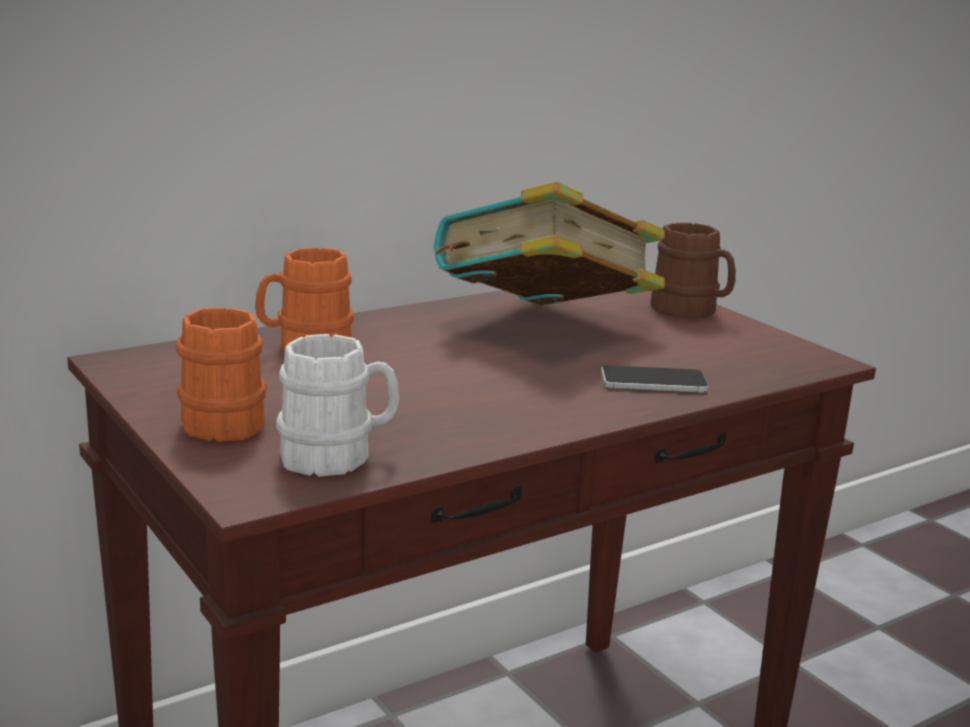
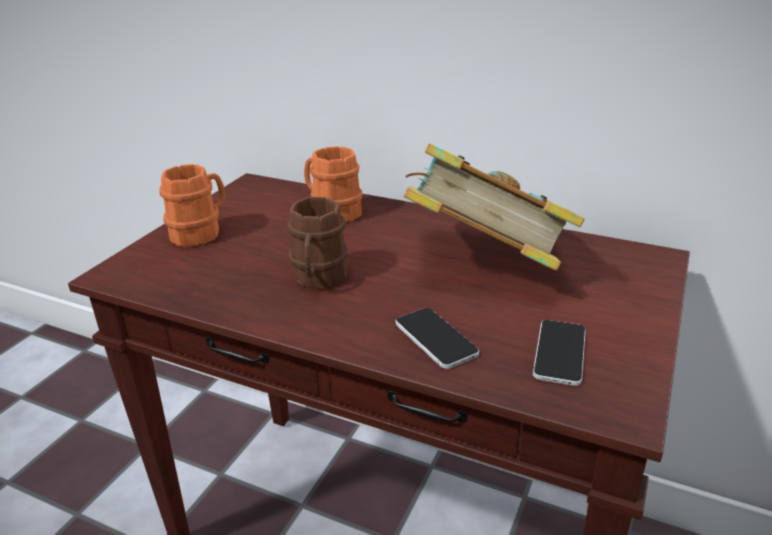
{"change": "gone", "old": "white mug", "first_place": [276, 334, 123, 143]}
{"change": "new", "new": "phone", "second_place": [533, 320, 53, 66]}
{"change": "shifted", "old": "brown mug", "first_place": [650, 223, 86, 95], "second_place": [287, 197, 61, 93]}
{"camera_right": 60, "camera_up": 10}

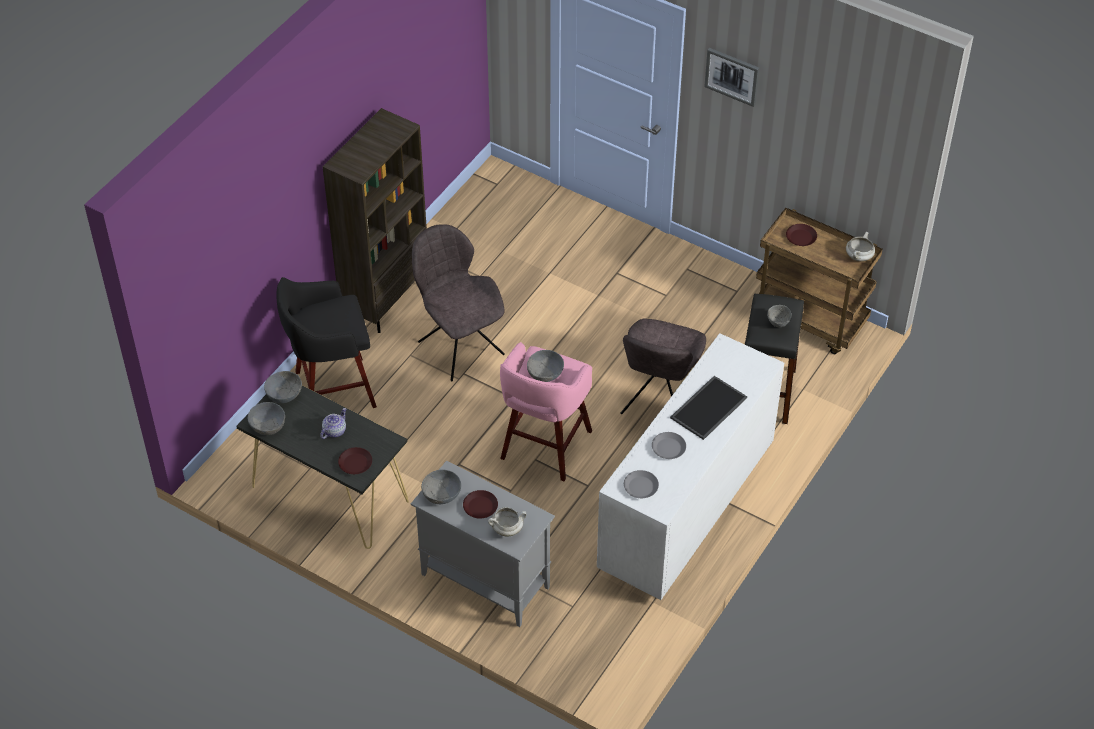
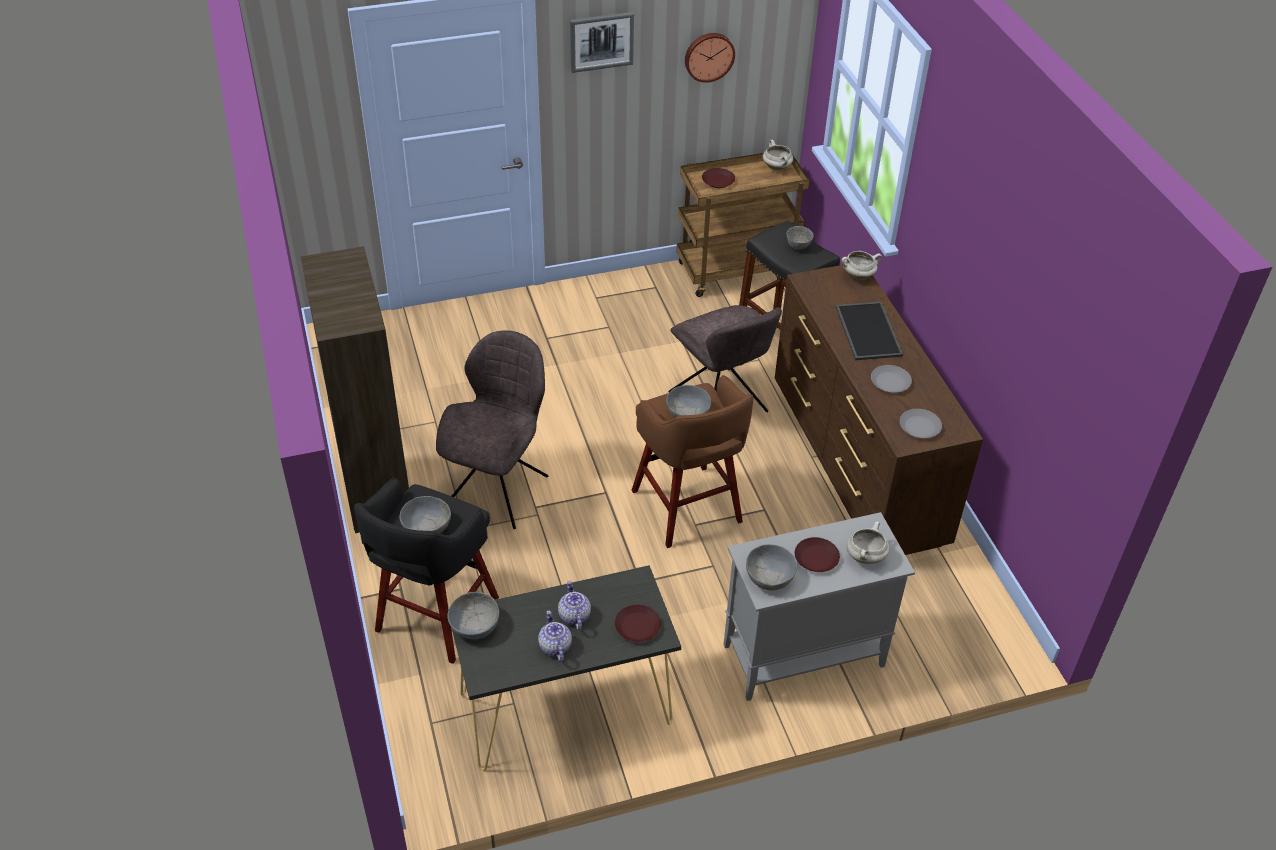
{"change": "new", "new": "teapot", "second_place": [538, 611, 34, 50]}
{"change": "new", "new": "wall clock", "second_place": [685, 33, 50, 50]}
{"change": "new", "new": "white cooking pot", "second_place": [842, 251, 40, 29]}
{"change": "shifted", "old": "grey bowl", "first_place": [248, 402, 37, 33], "second_place": [400, 496, 51, 38]}
{"change": "repainted", "old": "pink stool", "new": "brown stool", "first_place": [500, 342, 92, 139], "second_place": [632, 375, 121, 173]}
{"change": "repainted", "old": "white dresser", "new": "brown dresser", "first_place": [597, 333, 187, 267], "second_place": [775, 265, 208, 290]}
{"change": "rotated", "old": "grey chair", "first_place": [412, 224, 93, 157], "second_place": [436, 330, 113, 199], "degrees": 105}
{"camera_right": -50, "camera_up": -5}

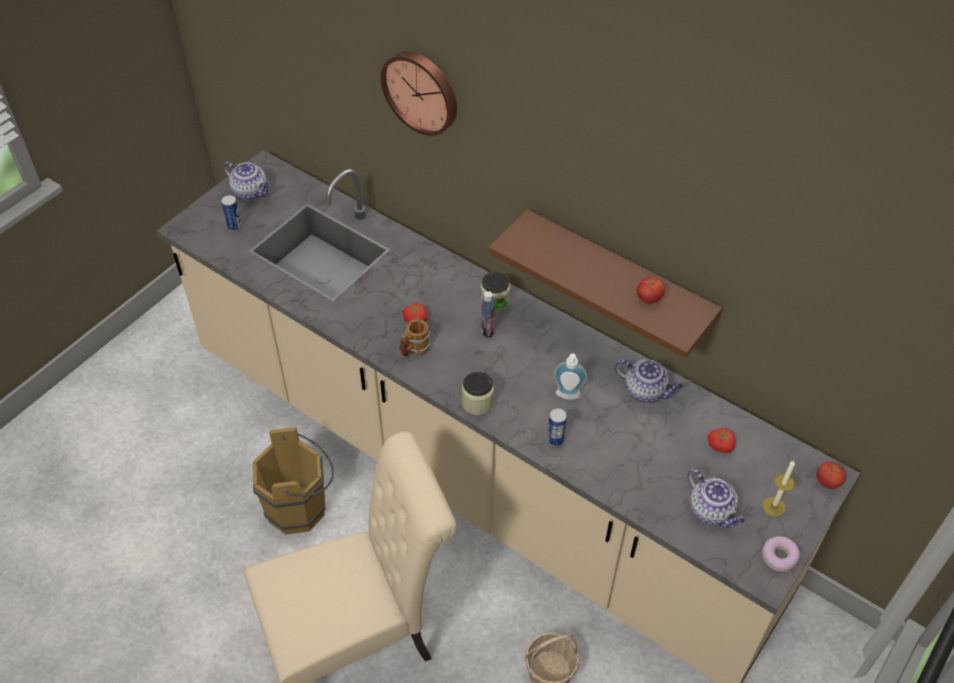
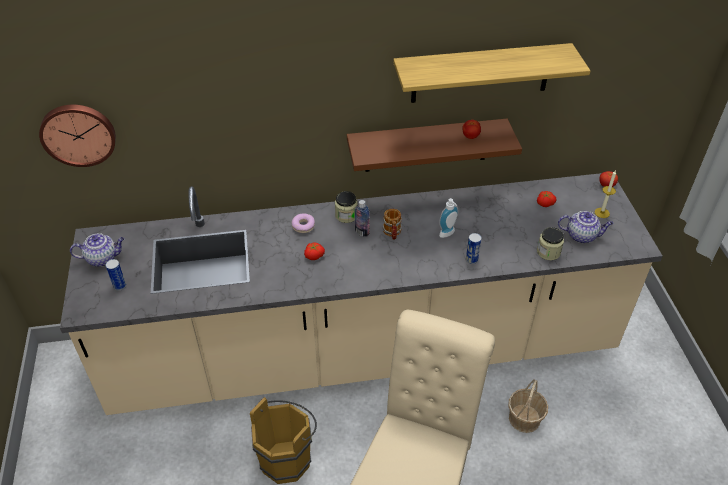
{"change": "gone", "old": "teapot", "first_place": [614, 359, 69, 44]}
{"change": "new", "new": "shelf", "second_place": [393, 43, 198, 60]}
{"change": "shifted", "old": "wall clock", "first_place": [381, 51, 76, 85], "second_place": [39, 105, 77, 62]}
{"change": "shifted", "old": "mug", "first_place": [400, 319, 31, 38], "second_place": [383, 209, 19, 31]}
{"change": "shifted", "old": "jar", "first_place": [462, 372, 32, 43], "second_place": [537, 227, 27, 33]}
{"change": "shifted", "old": "donut", "first_place": [762, 536, 38, 36], "second_place": [291, 213, 24, 20]}
{"camera_right": -45, "camera_up": -5}

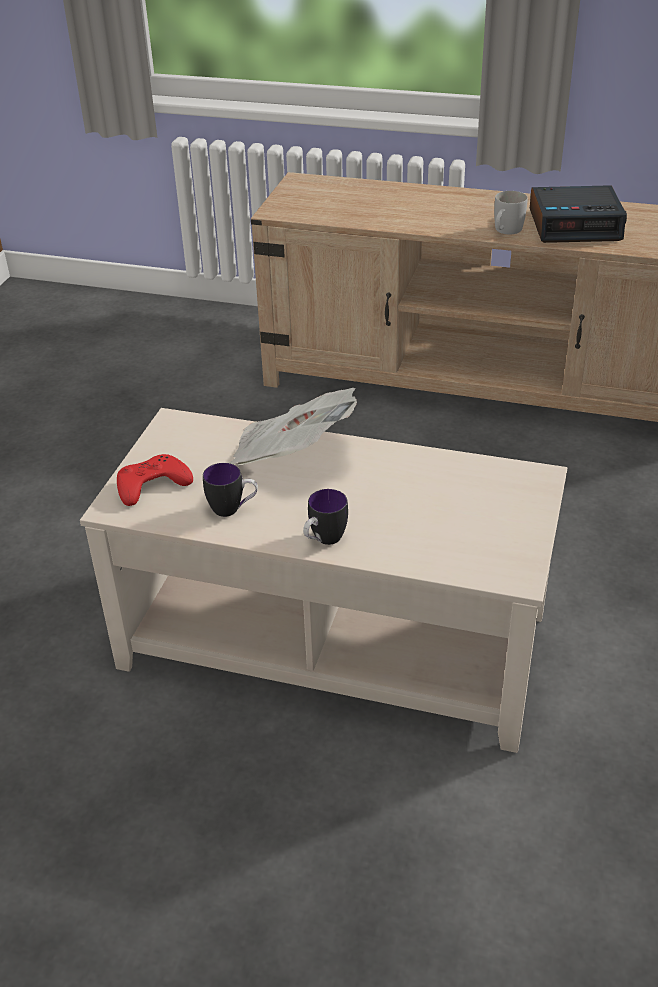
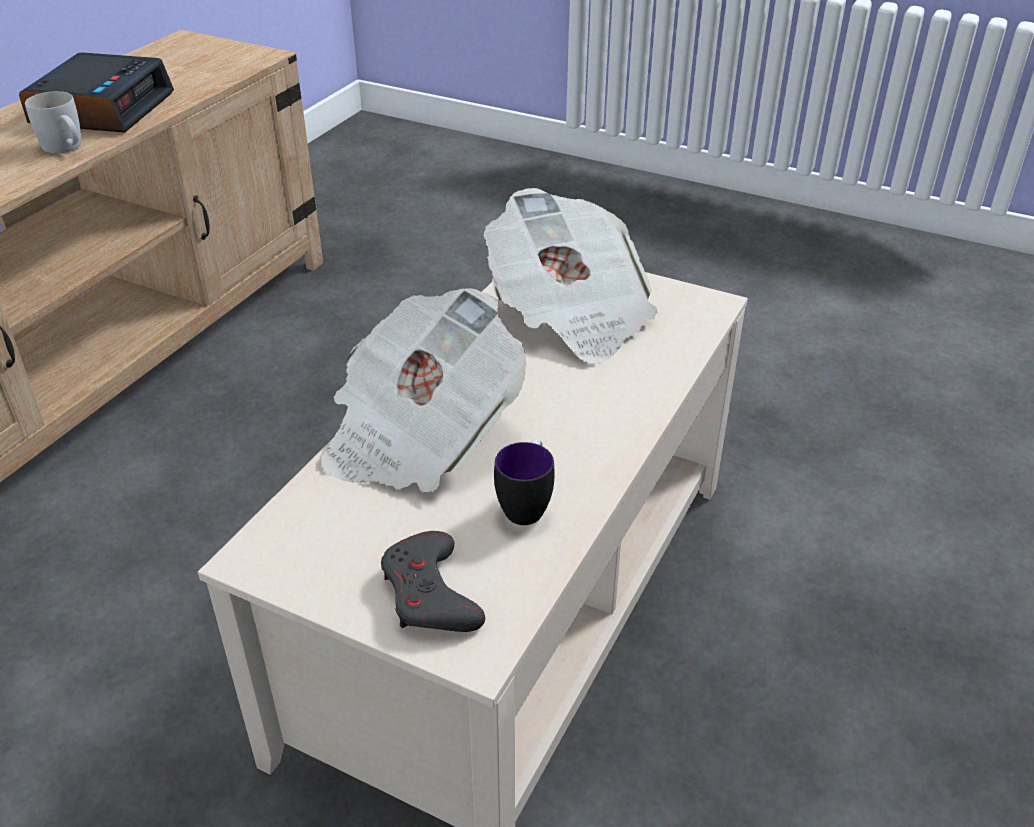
{"change": "gone", "old": "mug", "first_place": [303, 489, 45, 56]}
{"change": "new", "new": "newspaper", "second_place": [484, 188, 174, 176]}
{"change": "repainted", "old": "red game controller", "new": "grey game controller", "first_place": [117, 454, 76, 52], "second_place": [381, 531, 104, 101]}
{"camera_right": -80, "camera_up": 0}

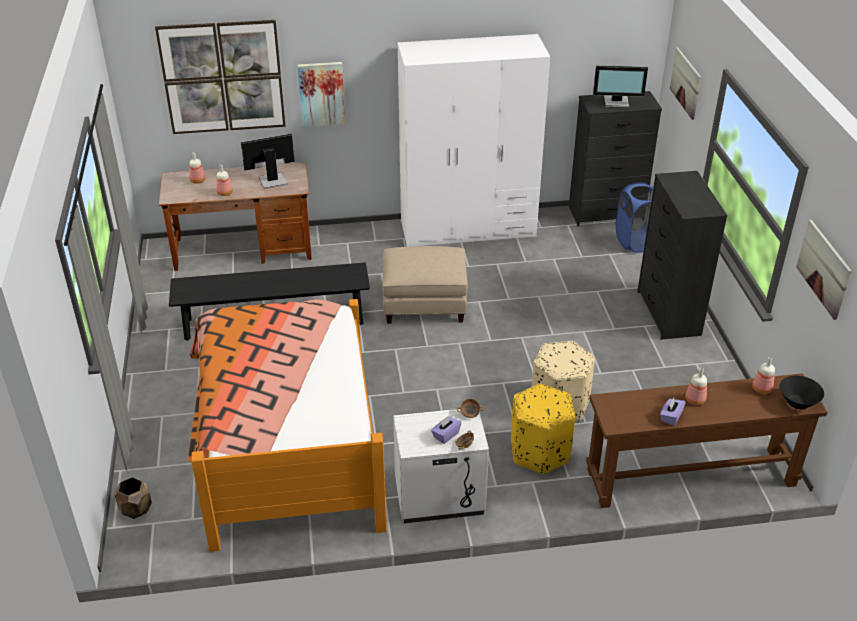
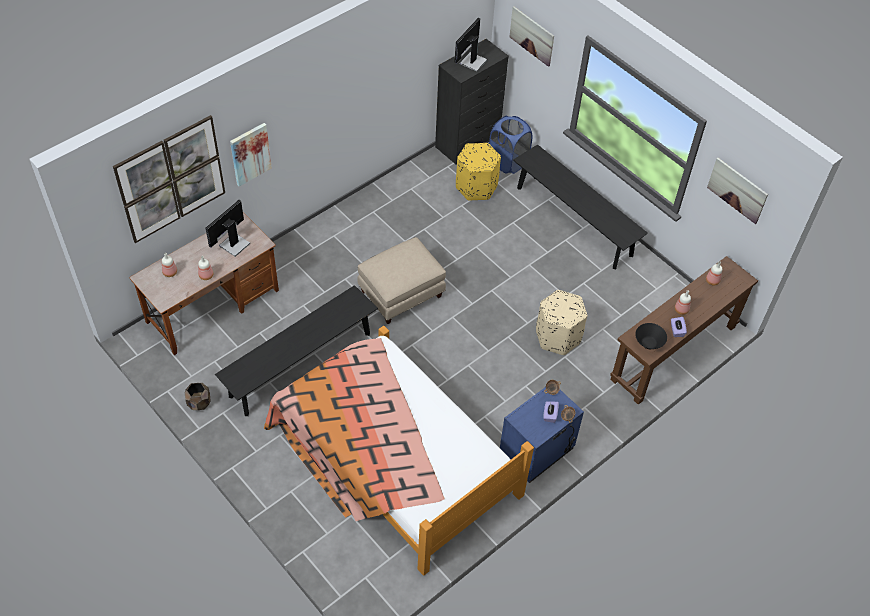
{"change": "gone", "old": "white wardrobe", "first_place": [398, 34, 152, 213]}
{"change": "shifted", "old": "brown planter", "first_place": [114, 477, 38, 42], "second_place": [185, 383, 26, 27]}
{"change": "shifted", "old": "yellow ottoman", "first_place": [511, 384, 64, 90], "second_place": [456, 143, 45, 58]}
{"change": "shifted", "old": "black bowl", "first_place": [780, 376, 44, 34], "second_place": [635, 323, 32, 26]}
{"change": "swapped", "old": "black dresser", "new": "black bench", "first_place": [637, 171, 90, 169], "second_place": [513, 145, 135, 124]}
{"change": "repainted", "old": "white nightstand", "new": "blue nightstand", "first_place": [393, 409, 96, 114], "second_place": [500, 387, 84, 96]}
{"change": "rotated", "old": "monitor", "first_place": [593, 65, 55, 43], "second_place": [455, 18, 32, 53], "degrees": 150}
{"camera_right": -35, "camera_up": 15}

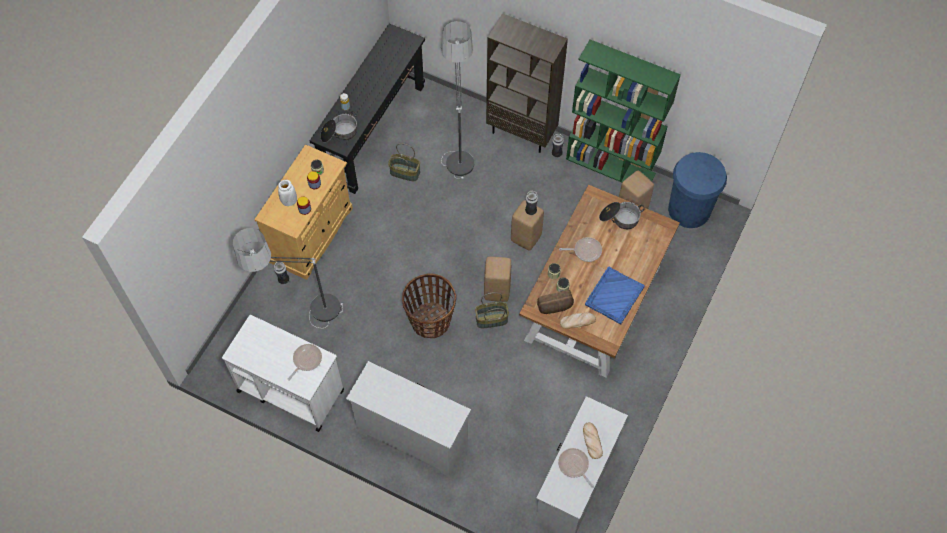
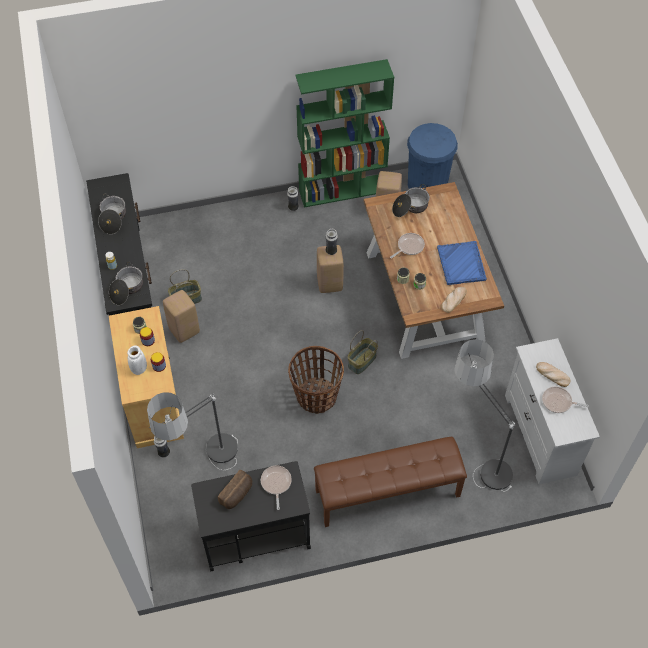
{"change": "gone", "old": "brown bookcase", "first_place": [486, 13, 82, 140]}
{"change": "new", "new": "cooking pot", "second_place": [98, 194, 28, 40]}
{"change": "shifted", "old": "floor lamp", "first_place": [441, 21, 33, 158], "second_place": [454, 339, 61, 153]}
{"change": "shifted", "old": "beige stool", "first_place": [484, 257, 27, 45], "second_place": [163, 290, 37, 53]}
{"change": "shifted", "old": "bread", "first_place": [537, 290, 37, 24], "second_place": [218, 470, 34, 39]}
{"change": "swapped", "old": "white dresser", "new": "brown bench", "first_place": [346, 361, 125, 115], "second_place": [314, 437, 153, 90]}
{"change": "repainted", "old": "white cart", "new": "black cart", "first_place": [222, 315, 122, 117], "second_place": [191, 461, 120, 111]}
{"camera_right": -40, "camera_up": -5}

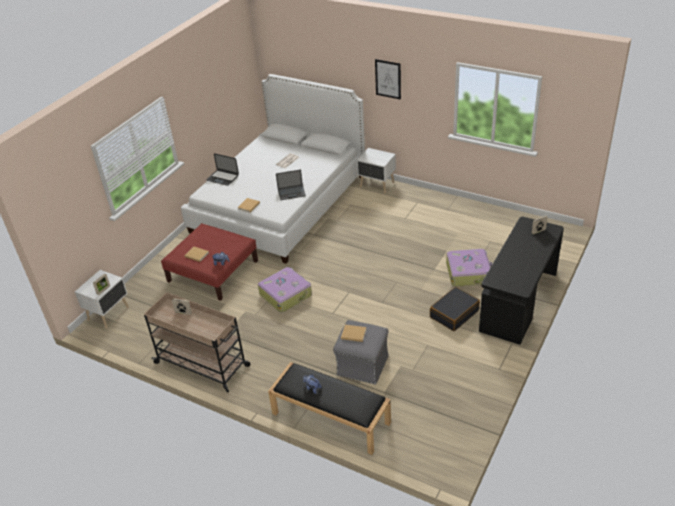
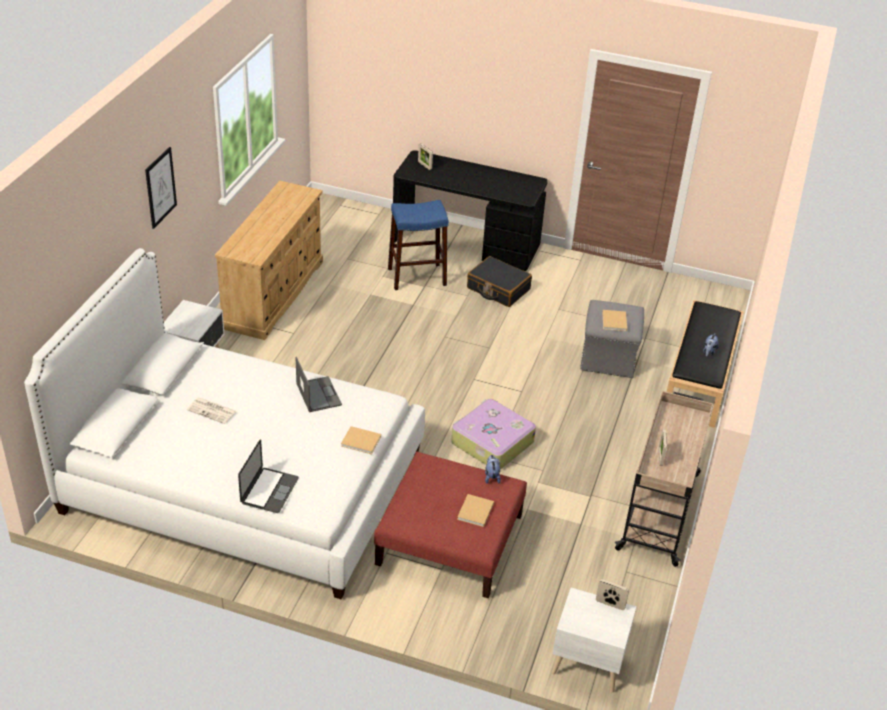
{"change": "new", "new": "beige dresser", "second_place": [215, 181, 108, 159]}
{"change": "swapped", "old": "suitcase", "new": "blue stool", "first_place": [446, 249, 46, 38], "second_place": [388, 200, 61, 90]}
{"camera_right": -105, "camera_up": 0}

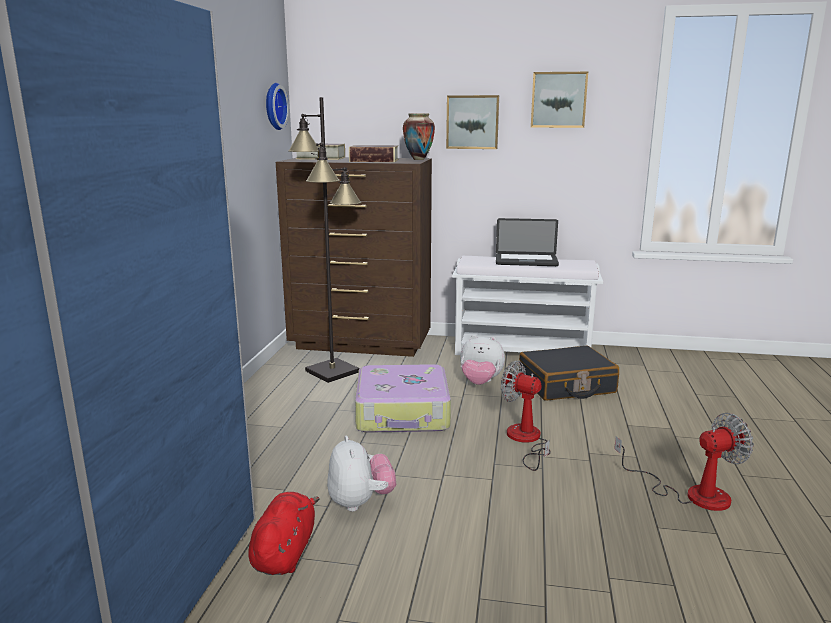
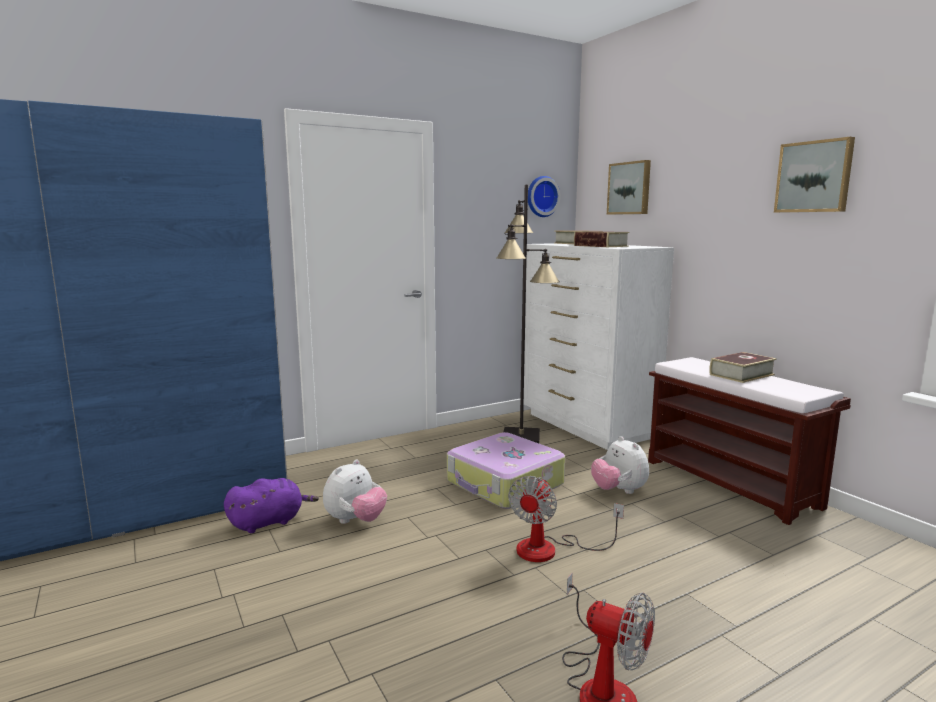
{"change": "gone", "old": "vase", "first_place": [403, 113, 32, 47]}
{"change": "gone", "old": "black suitcase", "first_place": [519, 346, 100, 55]}
{"change": "shifted", "old": "picture", "first_place": [446, 95, 53, 54], "second_place": [607, 160, 44, 55]}
{"change": "swapped", "old": "laptop", "new": "book", "first_place": [496, 218, 63, 48], "second_place": [709, 352, 68, 31]}
{"change": "repainted", "old": "red plush toy", "new": "purple plush toy", "first_place": [248, 492, 72, 83], "second_place": [224, 478, 95, 55]}
{"change": "repainted", "old": "brown dresser", "new": "white dresser", "first_place": [276, 157, 156, 200], "second_place": [524, 243, 150, 207]}
{"change": "repainted", "old": "white bench", "new": "brown bench", "first_place": [452, 256, 151, 99], "second_place": [648, 357, 203, 168]}
{"change": "rotated", "old": "fan", "first_place": [501, 361, 50, 110], "second_place": [508, 476, 116, 86], "degrees": -150}
{"camera_right": 50, "camera_up": -5}

